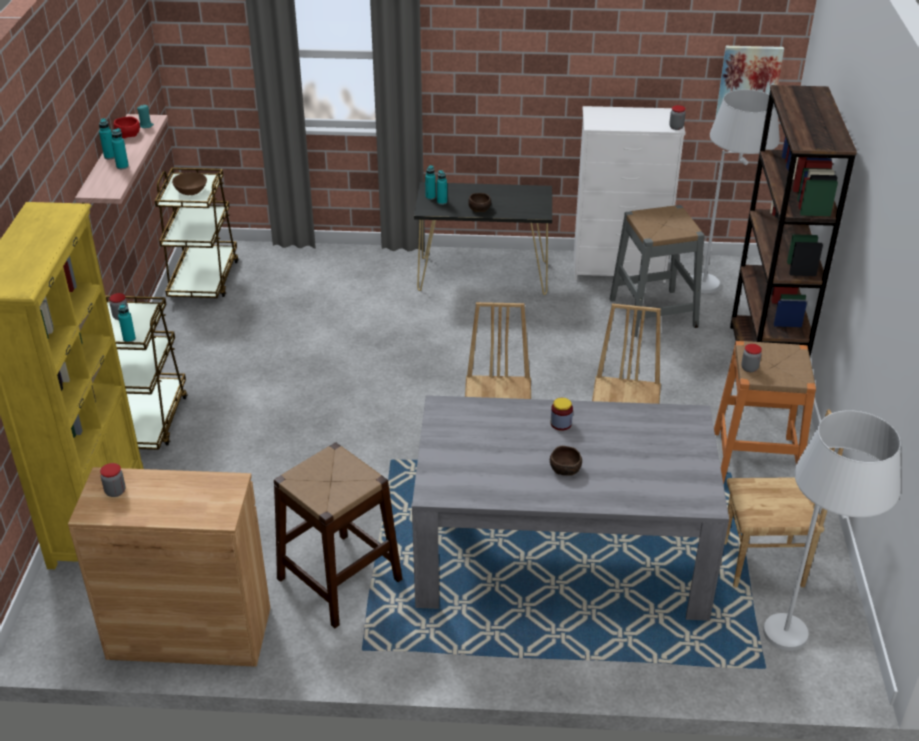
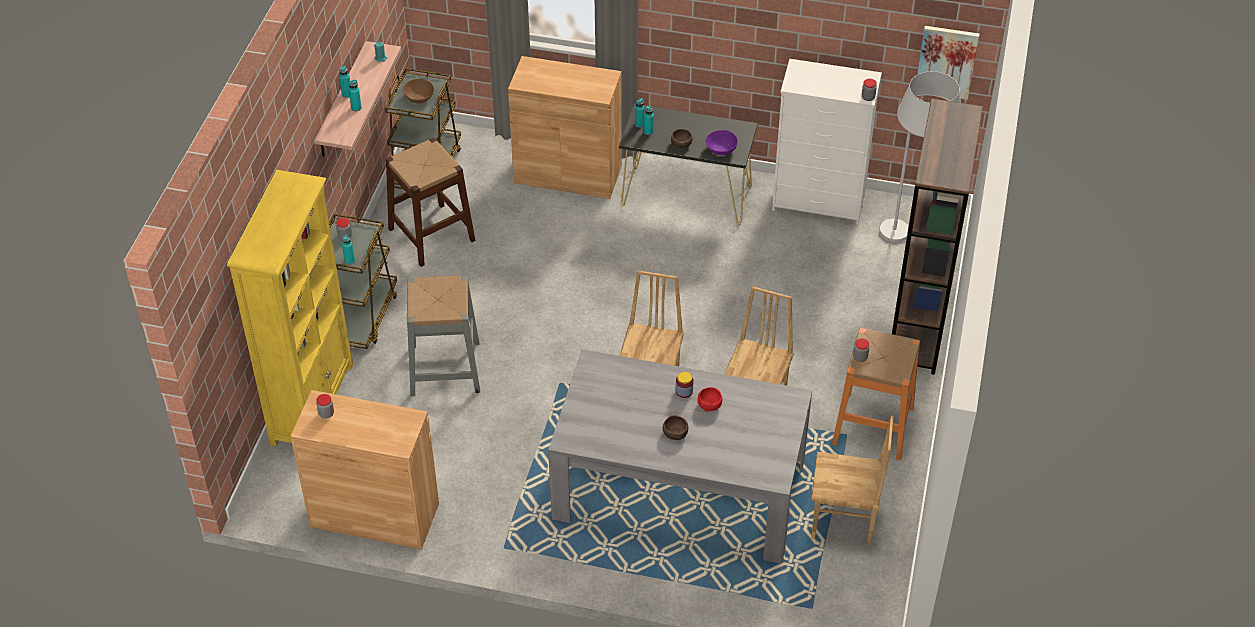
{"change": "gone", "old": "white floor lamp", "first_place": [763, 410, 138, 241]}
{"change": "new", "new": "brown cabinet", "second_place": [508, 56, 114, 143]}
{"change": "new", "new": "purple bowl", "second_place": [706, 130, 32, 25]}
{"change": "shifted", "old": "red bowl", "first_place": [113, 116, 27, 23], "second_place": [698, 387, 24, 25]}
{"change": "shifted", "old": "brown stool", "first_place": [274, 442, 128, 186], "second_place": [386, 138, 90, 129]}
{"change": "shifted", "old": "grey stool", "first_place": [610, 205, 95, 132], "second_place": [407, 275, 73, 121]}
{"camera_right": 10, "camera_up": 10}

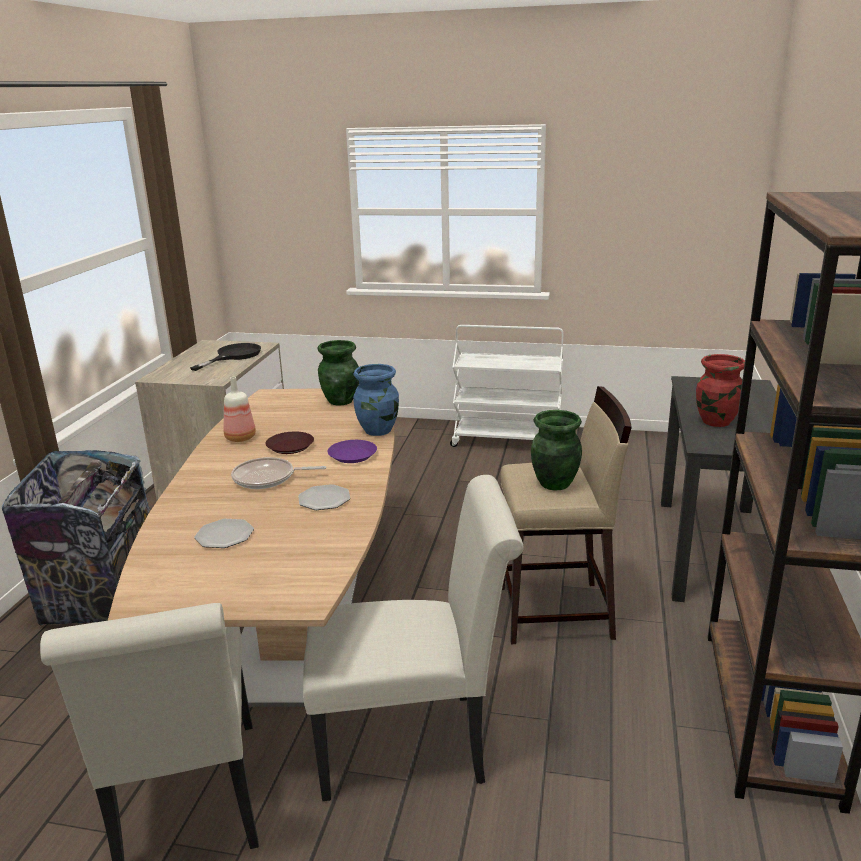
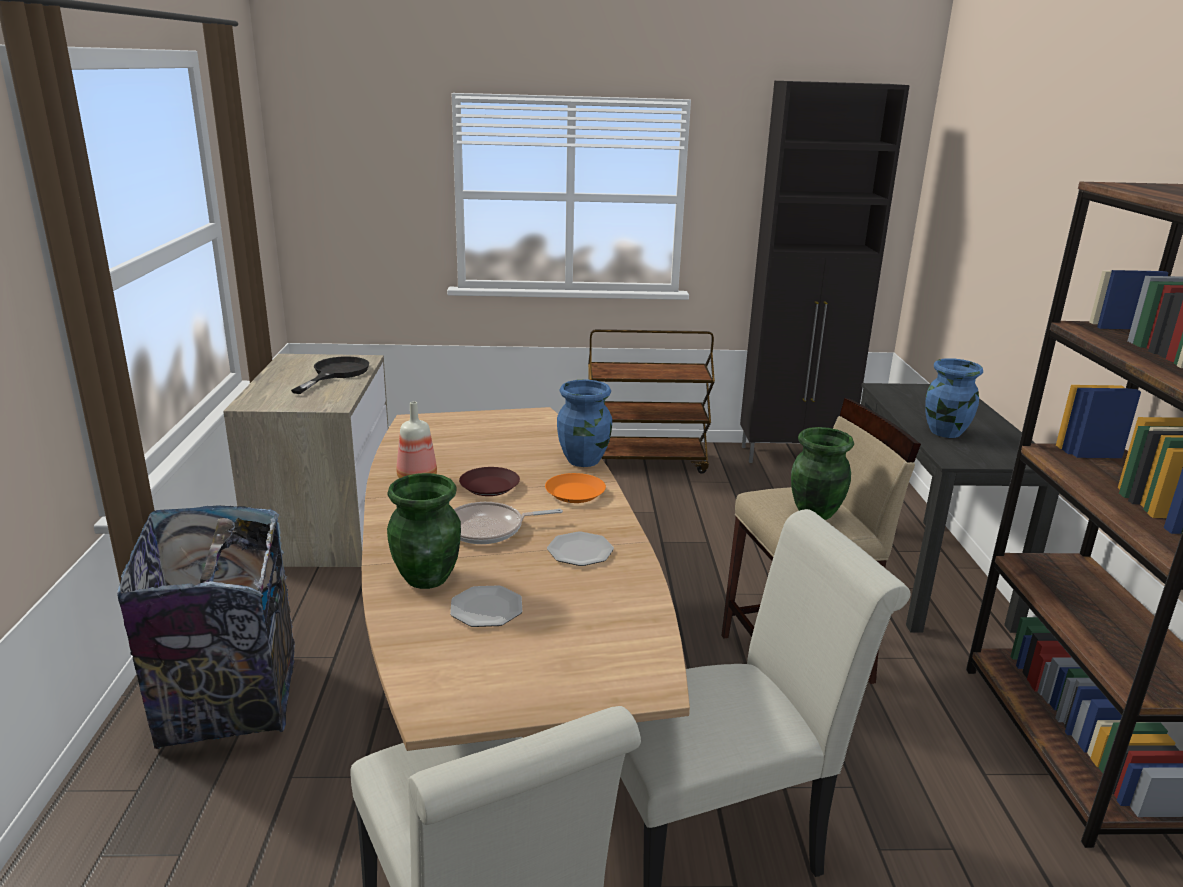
{"change": "new", "new": "black cabinet", "second_place": [740, 81, 170, 382]}
{"change": "shifted", "old": "green vase", "first_place": [318, 340, 41, 66], "second_place": [387, 473, 74, 116]}
{"change": "repainted", "old": "purple plate", "new": "orange plate", "first_place": [327, 440, 50, 23], "second_place": [545, 473, 61, 30]}
{"change": "repainted", "old": "white cart", "new": "brown cart", "first_place": [450, 325, 113, 122], "second_place": [588, 329, 127, 144]}
{"change": "repainted", "old": "red vase", "new": "blue vase", "first_place": [696, 354, 49, 73], "second_place": [925, 358, 58, 80]}
{"camera_right": -15, "camera_up": 0}

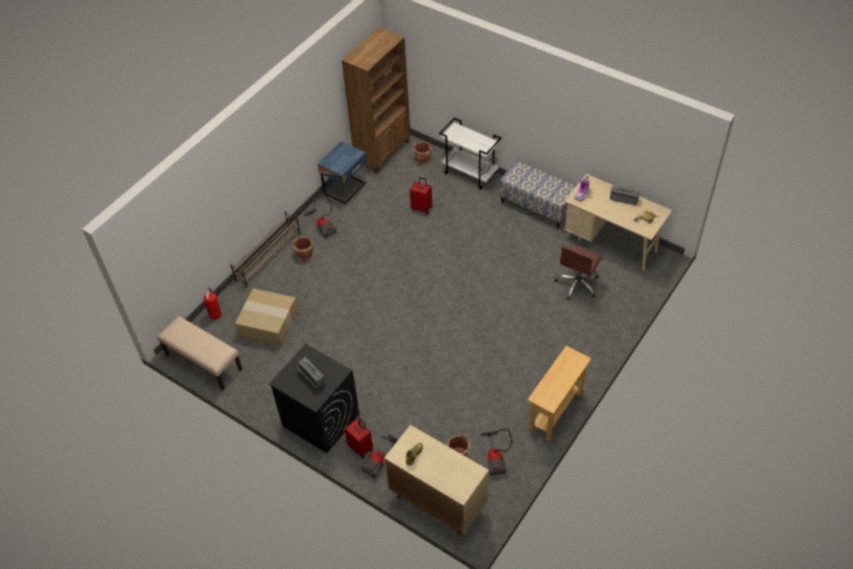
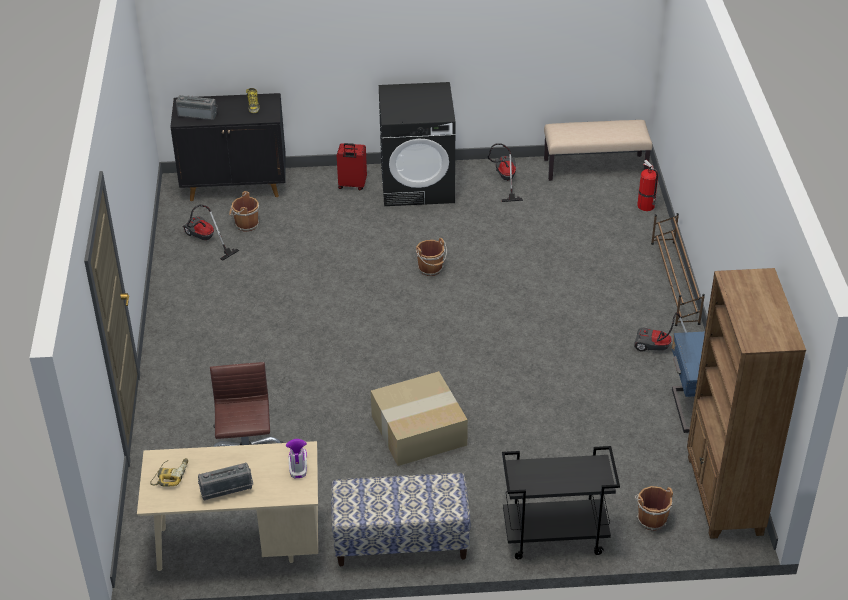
{"change": "gone", "old": "red suitcase", "first_place": [410, 177, 22, 37]}
{"change": "gone", "old": "beige console table", "first_place": [528, 346, 64, 96]}
{"change": "shifted", "old": "cardboard box", "first_place": [235, 288, 63, 59], "second_place": [371, 371, 97, 95]}
{"change": "shifted", "old": "brown bucket", "first_place": [293, 237, 20, 24], "second_place": [416, 238, 31, 38]}
{"change": "shifted", "old": "radio", "first_place": [296, 357, 30, 32], "second_place": [176, 95, 42, 25]}
{"change": "shifted", "old": "vacuum cleaner", "first_place": [361, 435, 38, 43], "second_place": [488, 143, 35, 59]}
{"change": "repainted", "old": "beige cabinet", "new": "black cabinet", "first_place": [384, 425, 105, 111], "second_place": [171, 93, 115, 108]}
{"change": "repainted", "old": "white cart", "new": "black cart", "first_place": [439, 118, 63, 72], "second_place": [502, 446, 118, 114]}
{"camera_right": 140, "camera_up": -10}

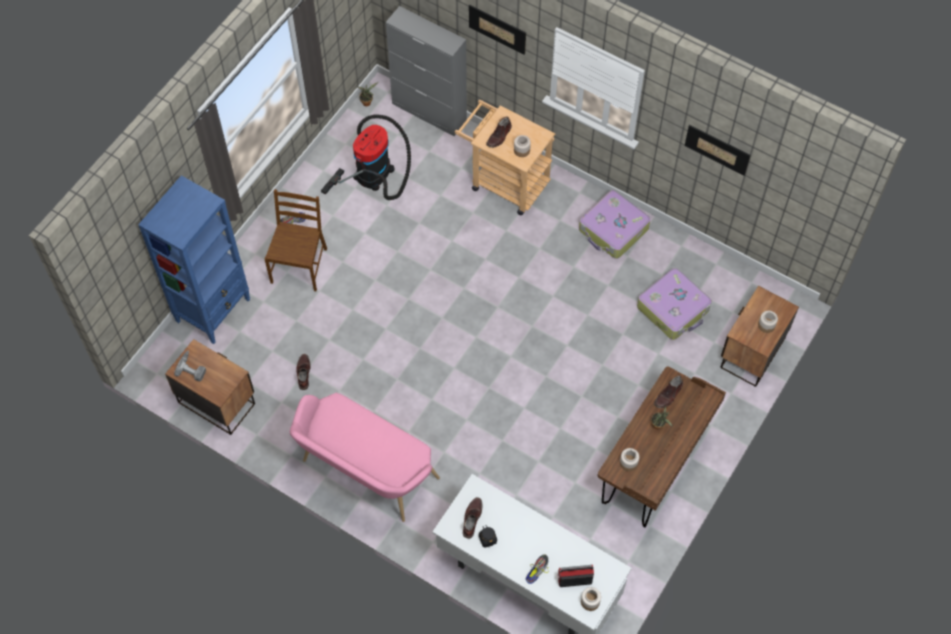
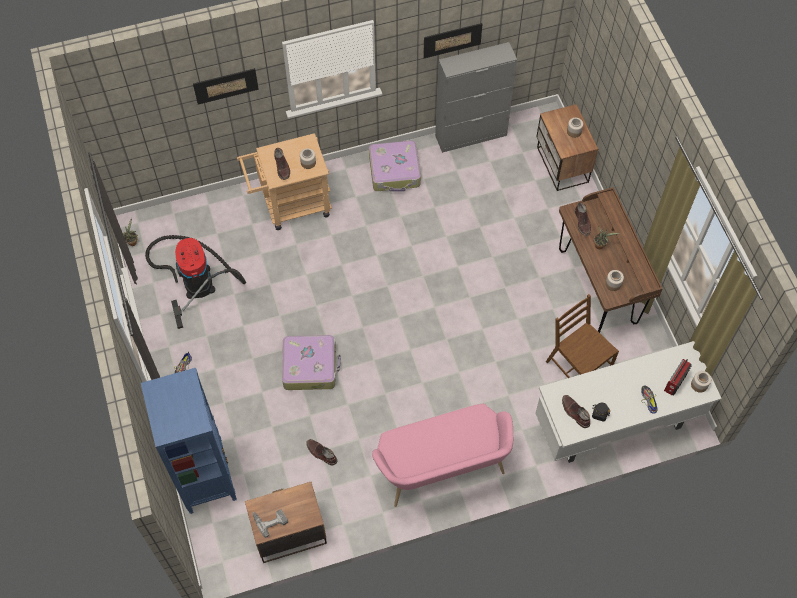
{"change": "shifted", "old": "brown chair", "first_place": [265, 189, 62, 102], "second_place": [546, 294, 73, 84]}
{"change": "shifted", "old": "grey cabinet", "first_place": [386, 6, 81, 130], "second_place": [435, 42, 82, 111]}
{"change": "shifted", "old": "suitcase", "first_place": [637, 268, 75, 72], "second_place": [282, 335, 59, 55]}
{"camera_right": -50, "camera_up": 0}

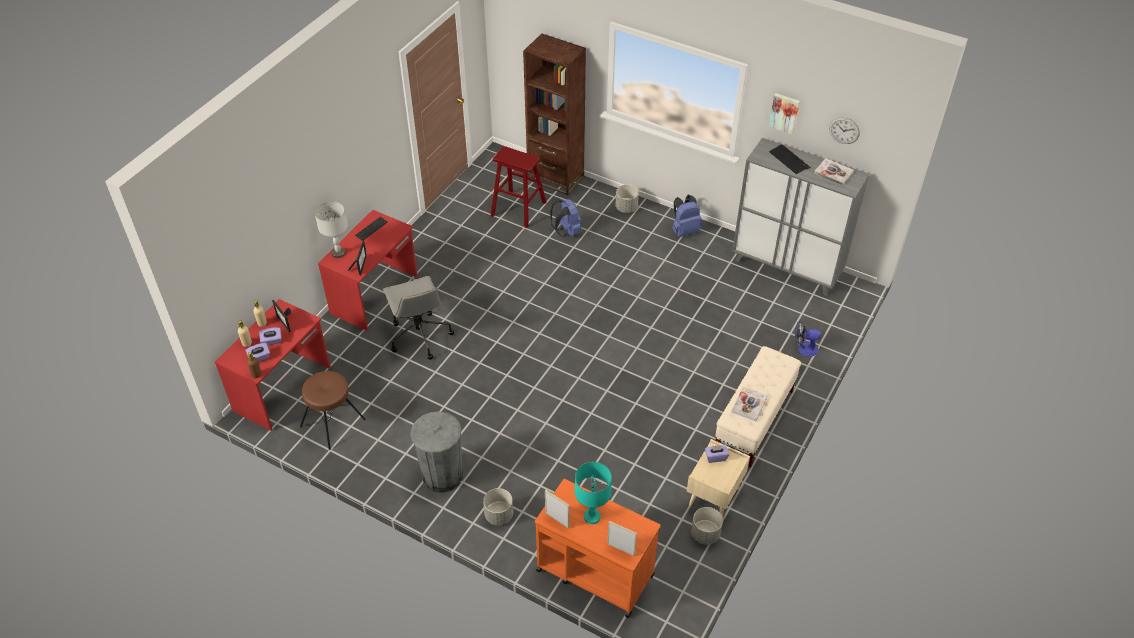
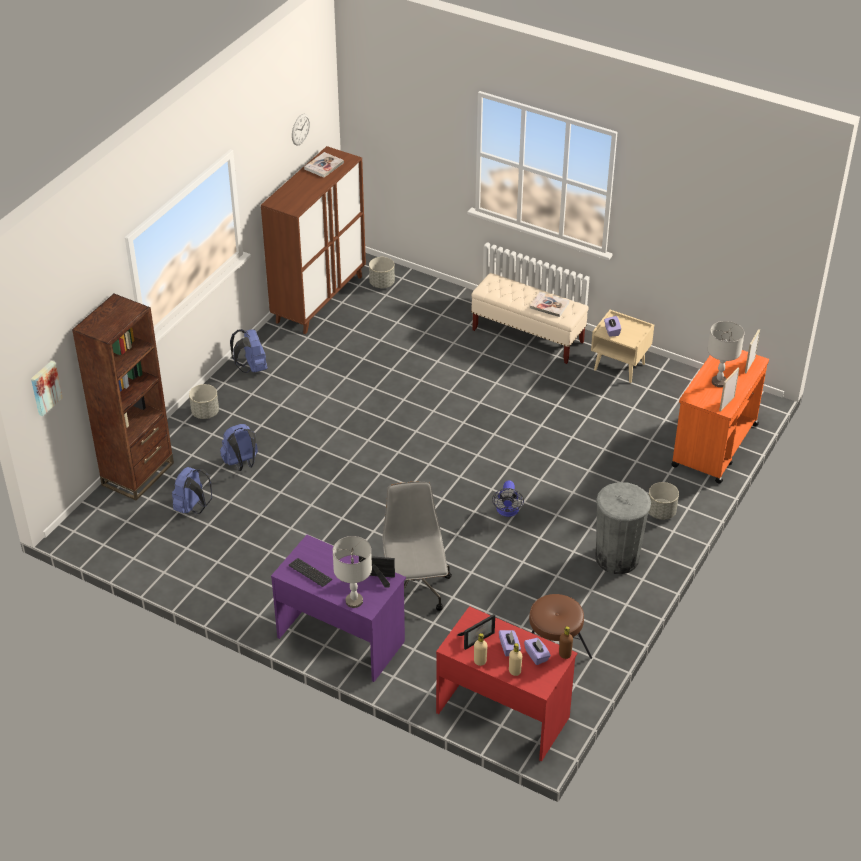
{"change": "gone", "old": "keyboard", "first_place": [769, 144, 41, 30]}
{"change": "shifted", "old": "grey planter", "first_place": [691, 507, 32, 38], "second_place": [369, 257, 26, 31]}
{"change": "shifted", "old": "picture", "first_place": [769, 93, 31, 42], "second_place": [31, 361, 32, 55]}
{"change": "shifted", "old": "fan", "first_place": [795, 320, 26, 37], "second_place": [492, 480, 32, 37]}
{"change": "swapped", "old": "red stool", "new": "blue backpack", "first_place": [491, 146, 55, 82], "second_place": [172, 467, 40, 47]}
{"change": "repainted", "old": "red desk", "new": "purple desk", "first_place": [318, 210, 100, 121], "second_place": [271, 535, 135, 147]}
{"change": "repainted", "old": "turquoise table lamp", "new": "grey table lamp", "first_place": [575, 462, 37, 62], "second_place": [708, 321, 36, 66]}
{"change": "repainted", "old": "grey cabinet", "new": "brown cabinet", "first_place": [732, 138, 137, 158], "second_place": [261, 146, 105, 188]}
{"change": "rotated", "old": "grey office chair", "first_place": [383, 276, 71, 84], "second_place": [383, 482, 69, 129], "degrees": -75}
{"camera_right": -90, "camera_up": -5}

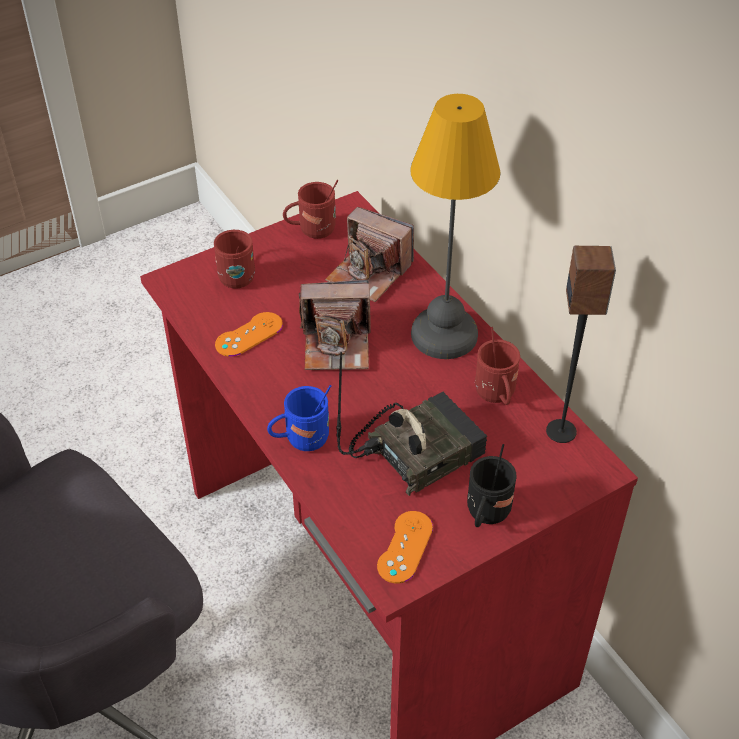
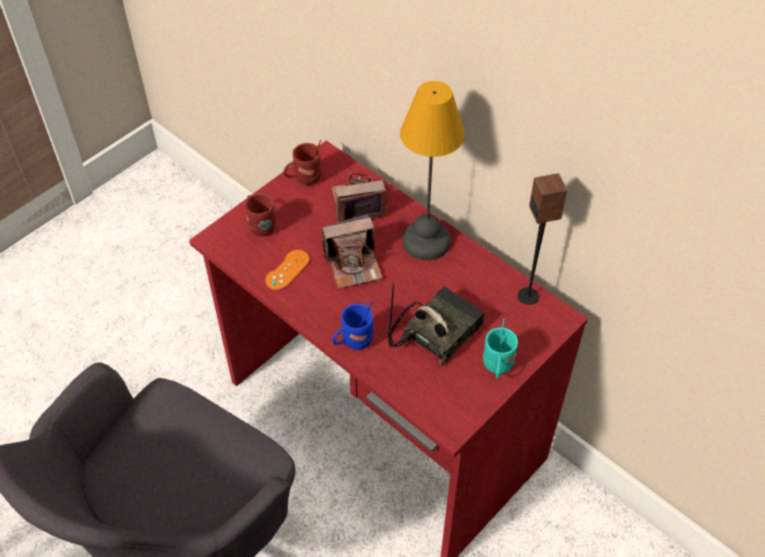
{"change": "gone", "old": "orange game controller", "first_place": [377, 511, 56, 73]}
{"change": "gone", "old": "red mug", "first_place": [475, 327, 45, 78]}
{"change": "repainted", "old": "black mug", "new": "turquoise mug", "first_place": [467, 444, 50, 83], "second_place": [483, 319, 35, 60]}
{"change": "rotated", "old": "photo camera", "first_place": [325, 207, 89, 95], "second_place": [331, 173, 56, 49], "degrees": 150}
{"camera_right": -15, "camera_up": 5}

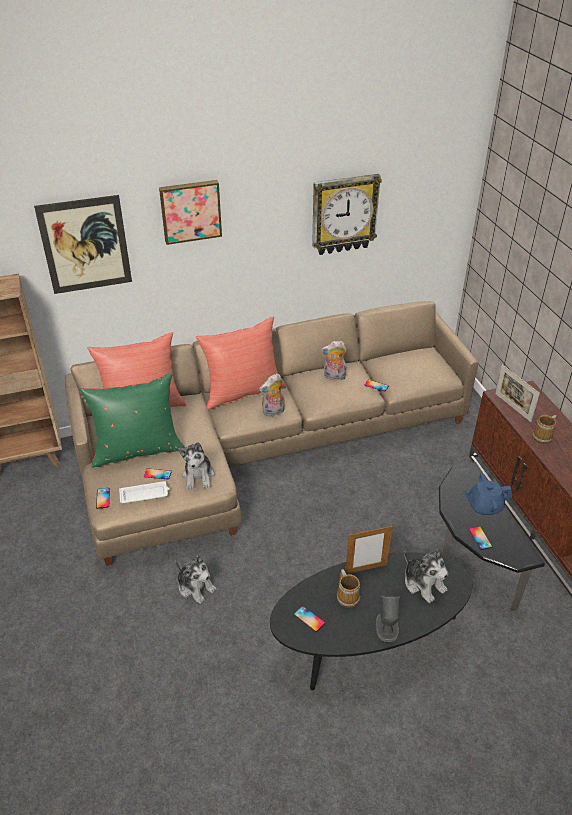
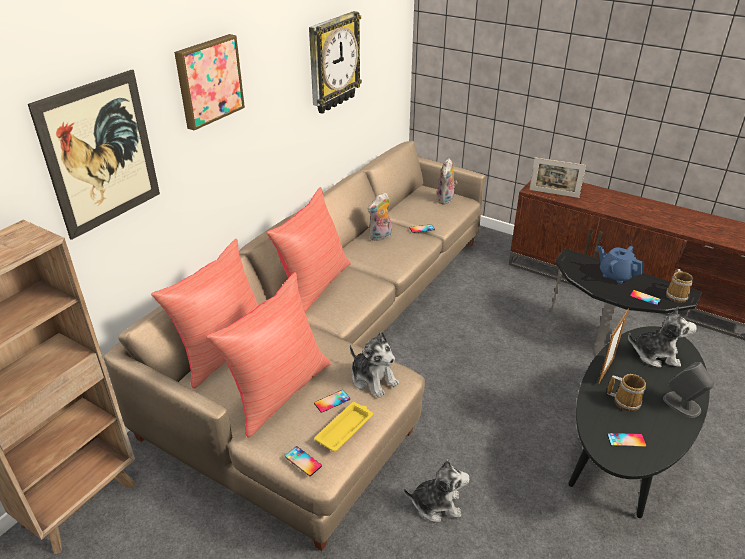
{"change": "shifted", "old": "plush toy", "first_place": [259, 373, 26, 44], "second_place": [436, 158, 22, 47]}
{"change": "shifted", "old": "mug", "first_place": [532, 415, 24, 29], "second_place": [666, 269, 27, 34]}
{"change": "repainted", "old": "green pillow", "new": "red pillow", "first_place": [79, 373, 106, 94], "second_place": [206, 272, 125, 166]}
{"change": "repainted", "old": "white tray", "new": "yellow tray", "first_place": [119, 481, 50, 22], "second_place": [314, 402, 59, 50]}
{"change": "rotated", "old": "blue teapot", "first_place": [464, 473, 48, 43], "second_place": [598, 246, 46, 38], "degrees": 90}
{"camera_right": -40, "camera_up": -5}

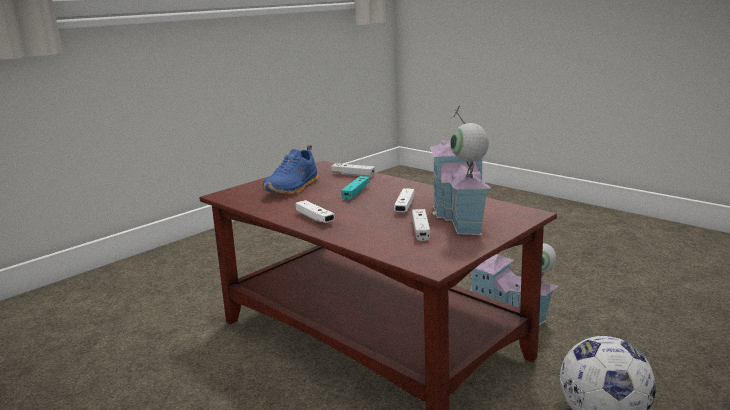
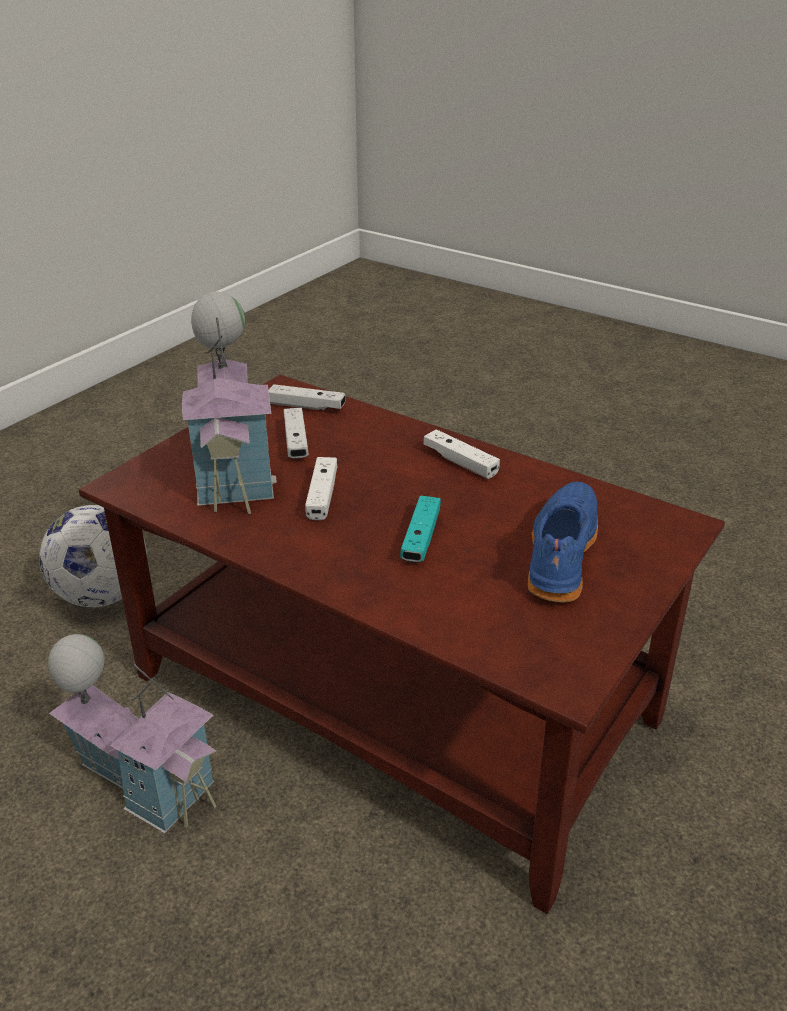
{"change": "shifted", "old": "white game controller", "first_place": [331, 163, 44, 14], "second_place": [269, 384, 76, 27]}
{"camera_right": 170, "camera_up": 15}

